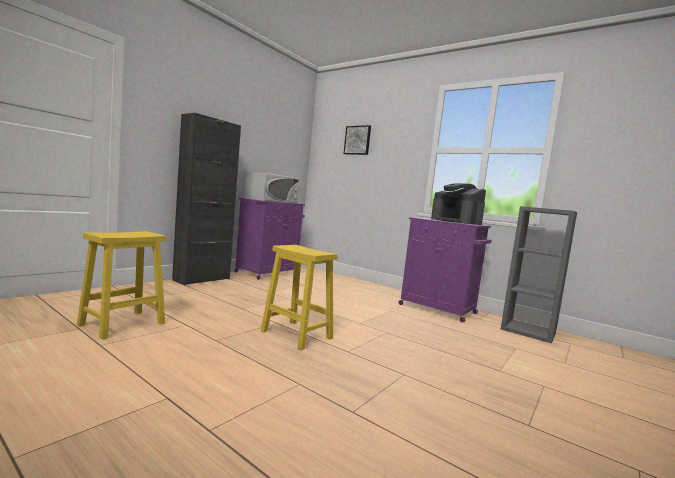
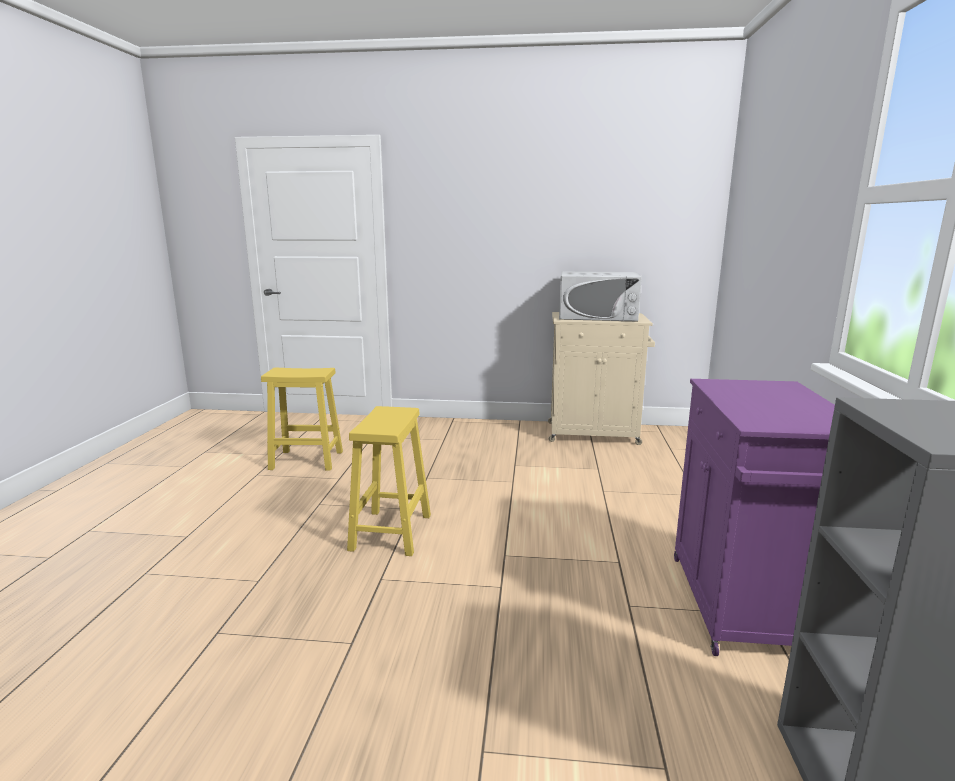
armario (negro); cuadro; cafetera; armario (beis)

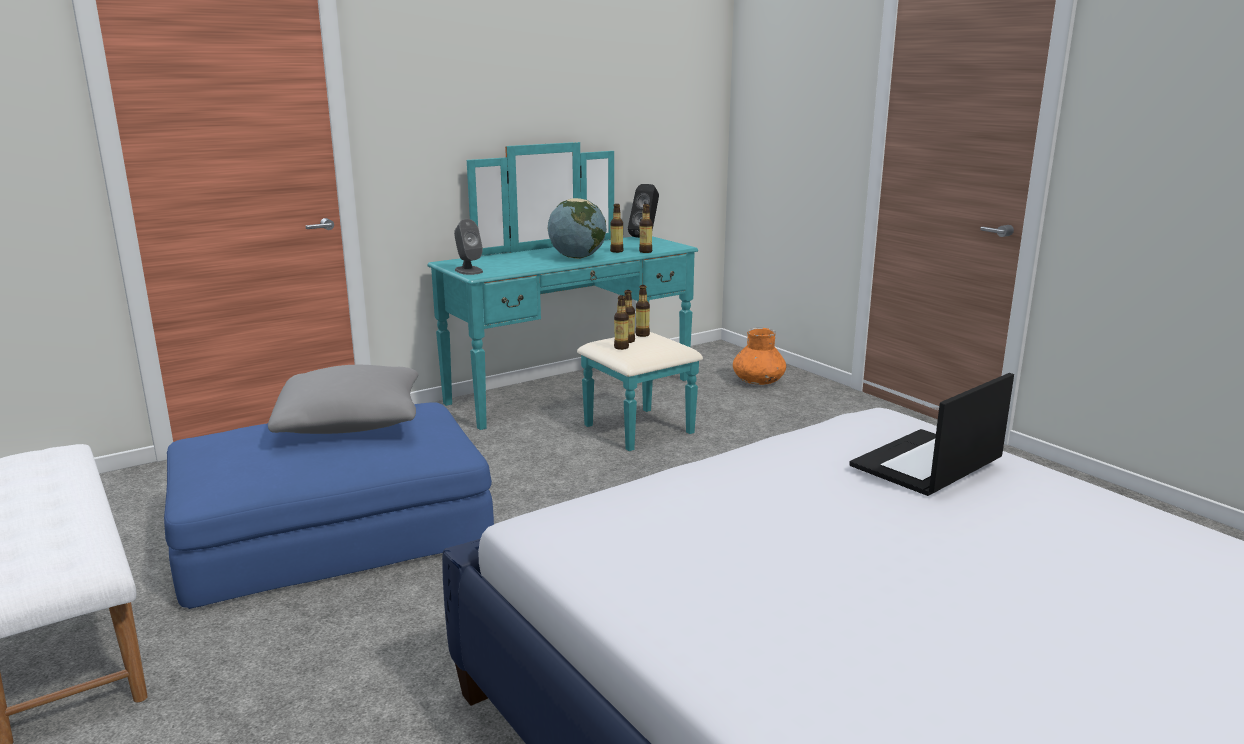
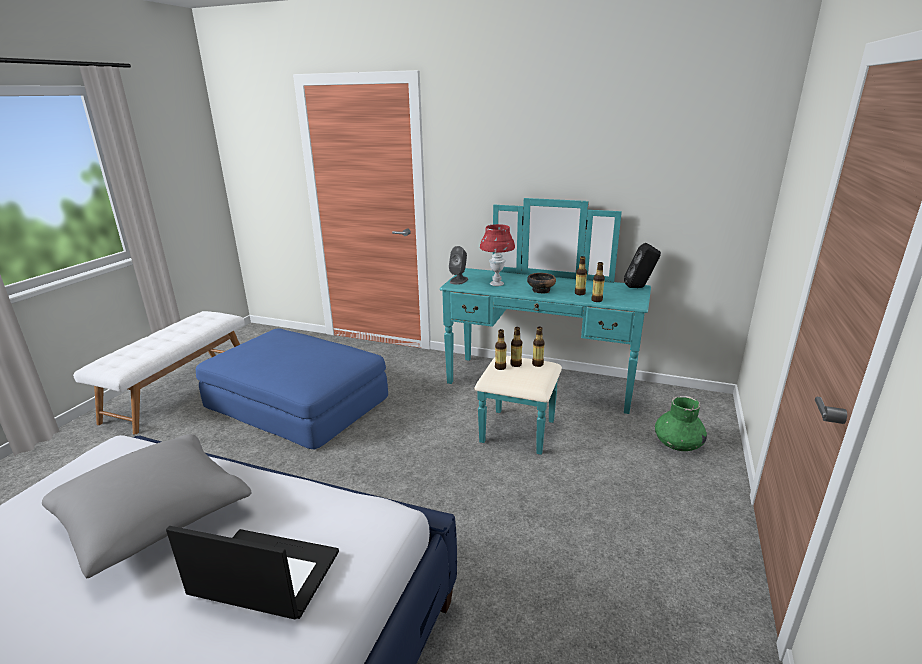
lámpara de mesa (rojo); cojín (gris); cuenco; florero (verde)

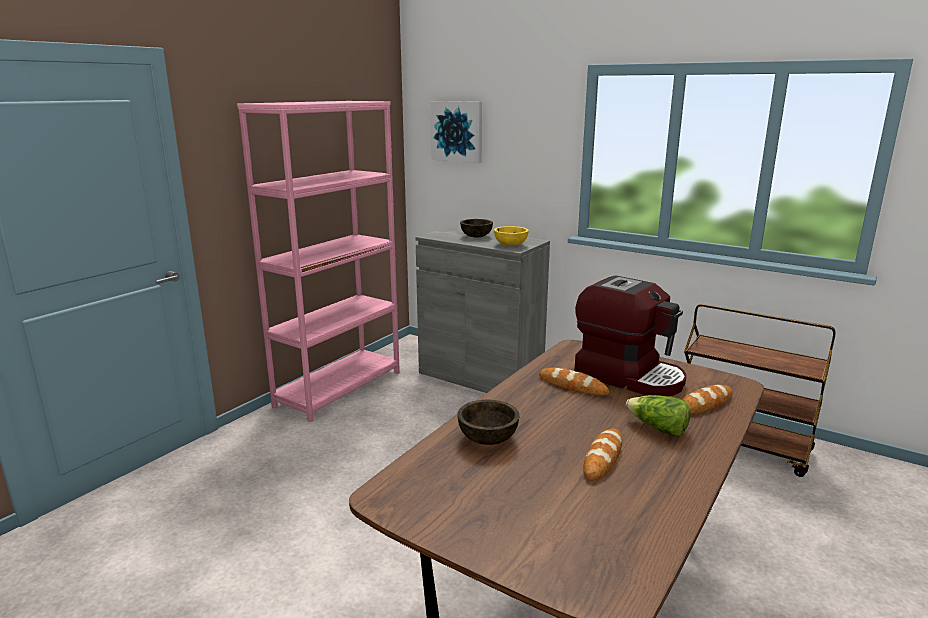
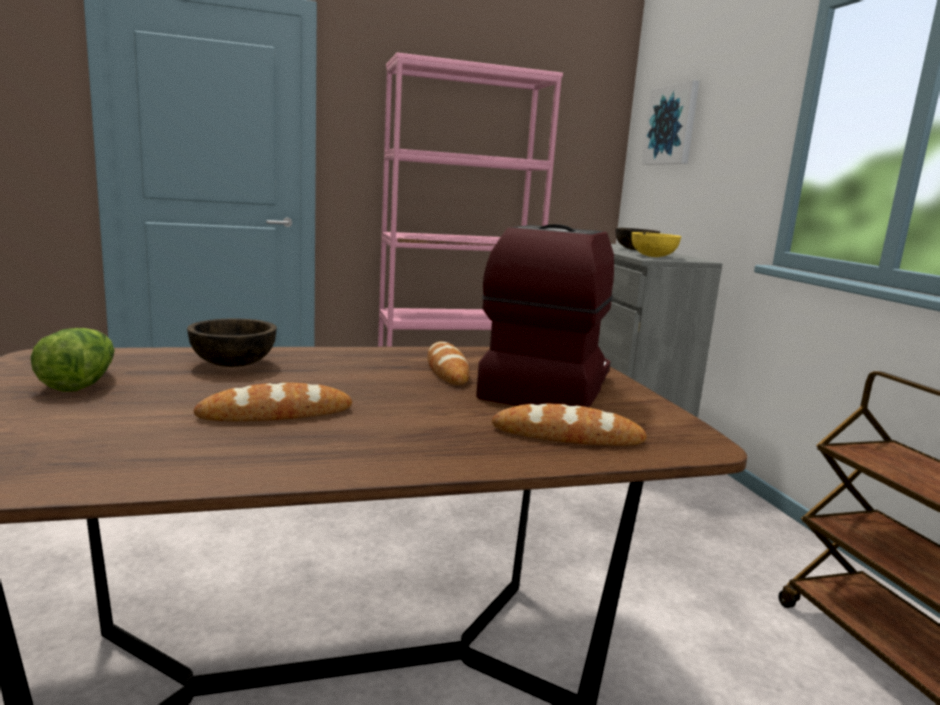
lechuga; cafetera

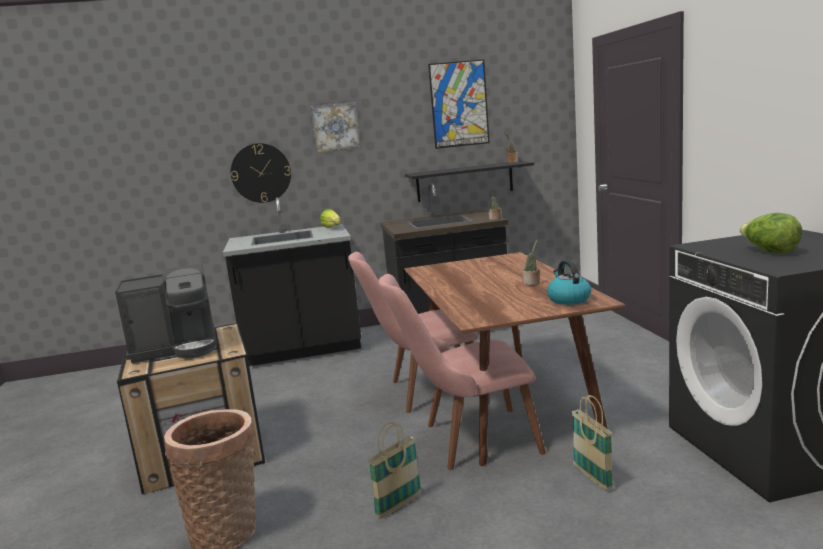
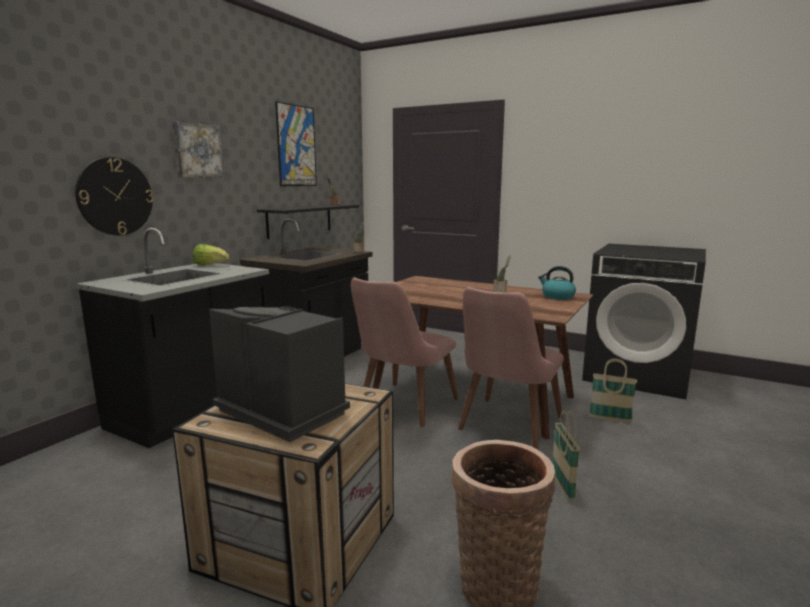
lechuga (2nd from left in the first image); cafetera

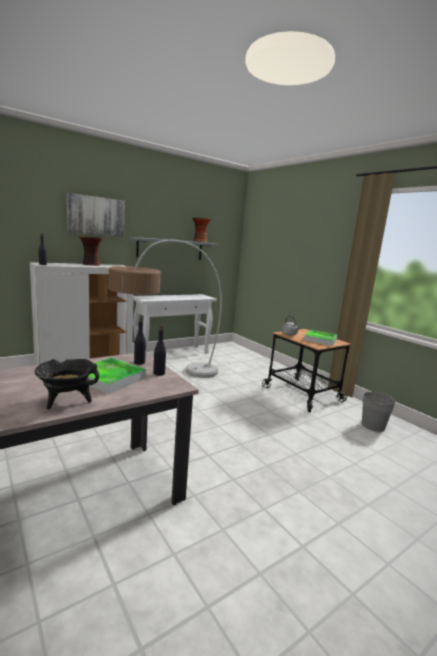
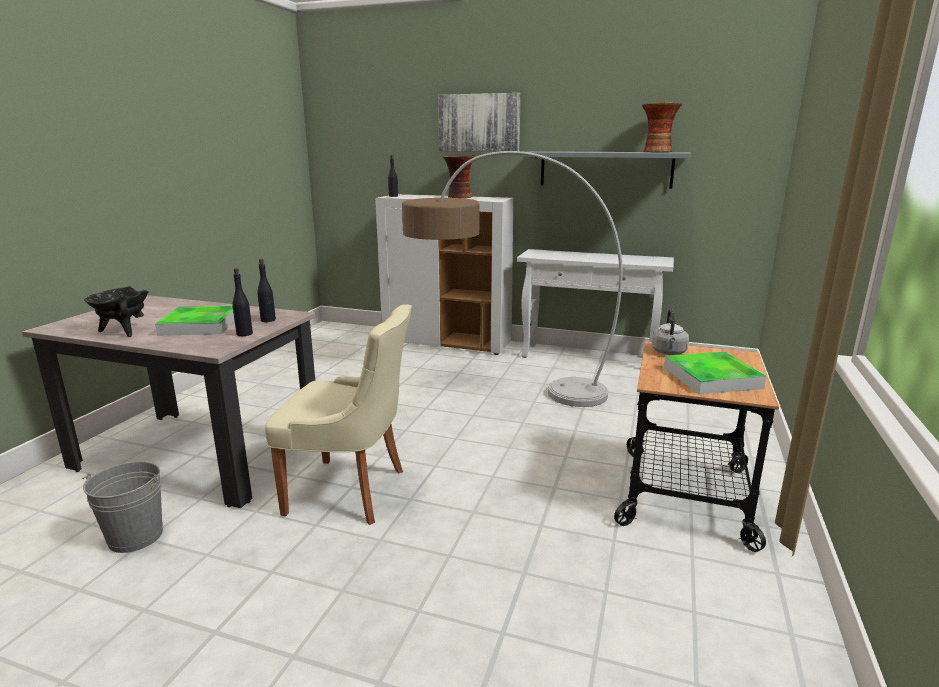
silla (beis); cubo (gris)

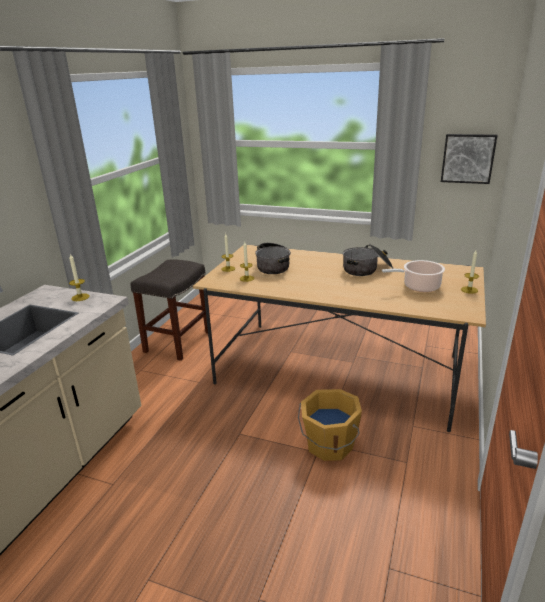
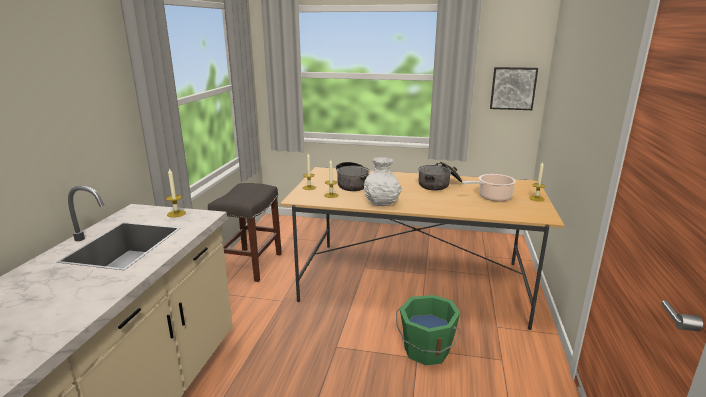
florero (blanco); cubo (verde)

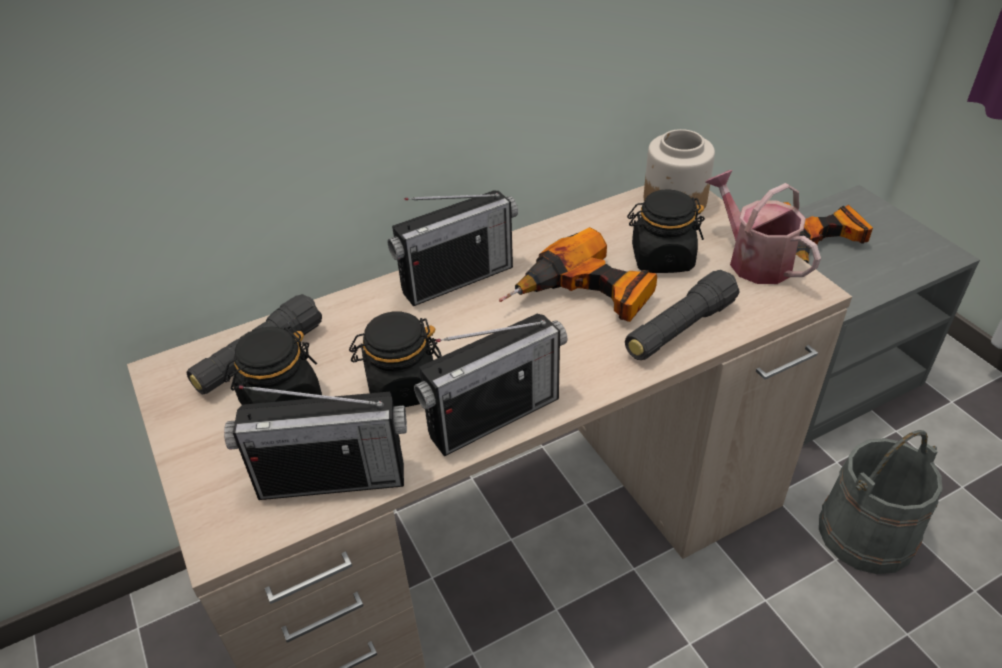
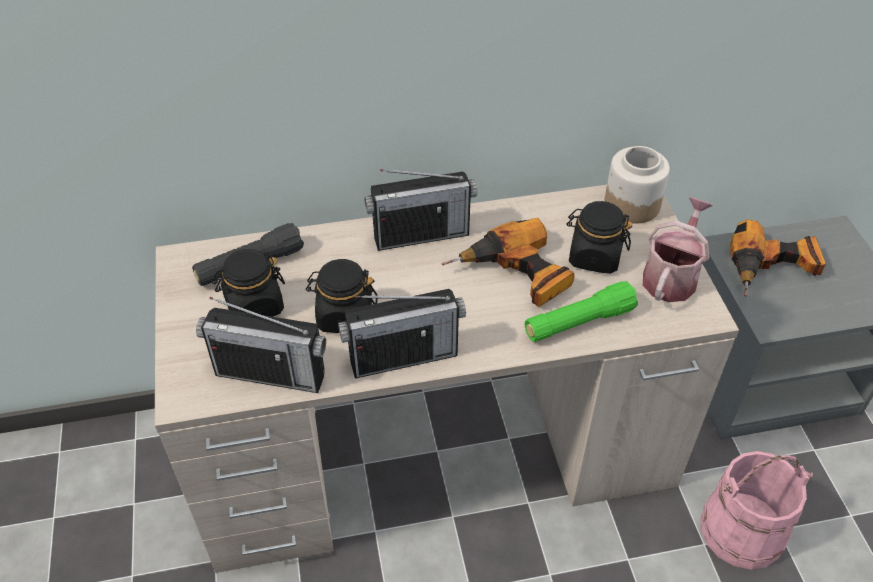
linterna (verde); cubo (rosa); regadera

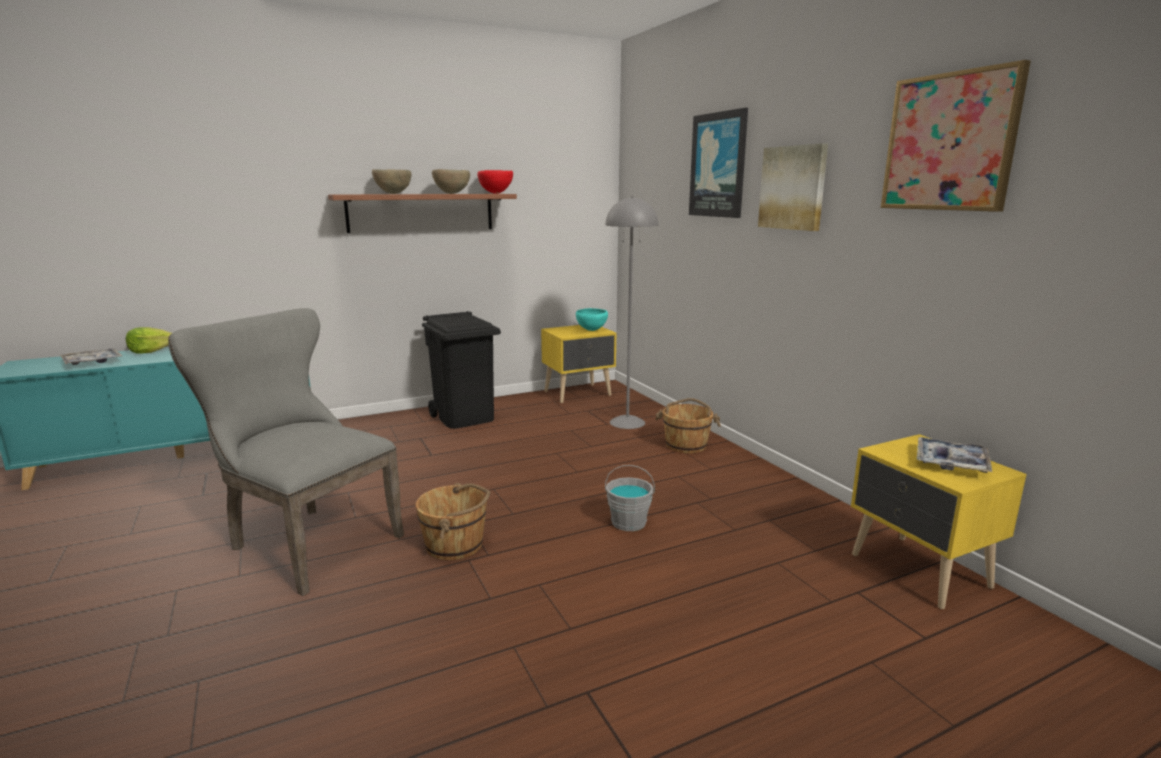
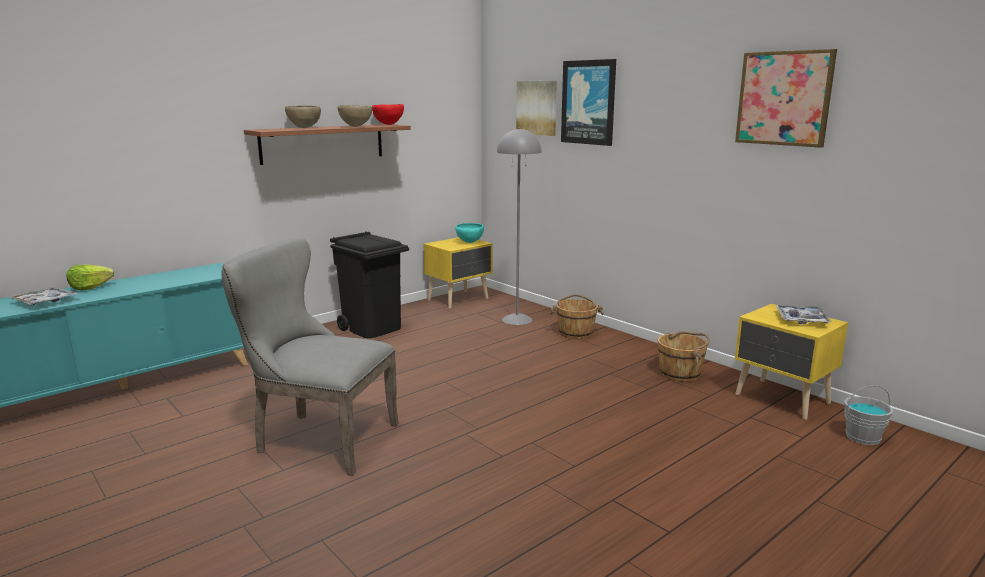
cubo (marrón) (2nd from left); cubo (gris); cuadro (1st from left)

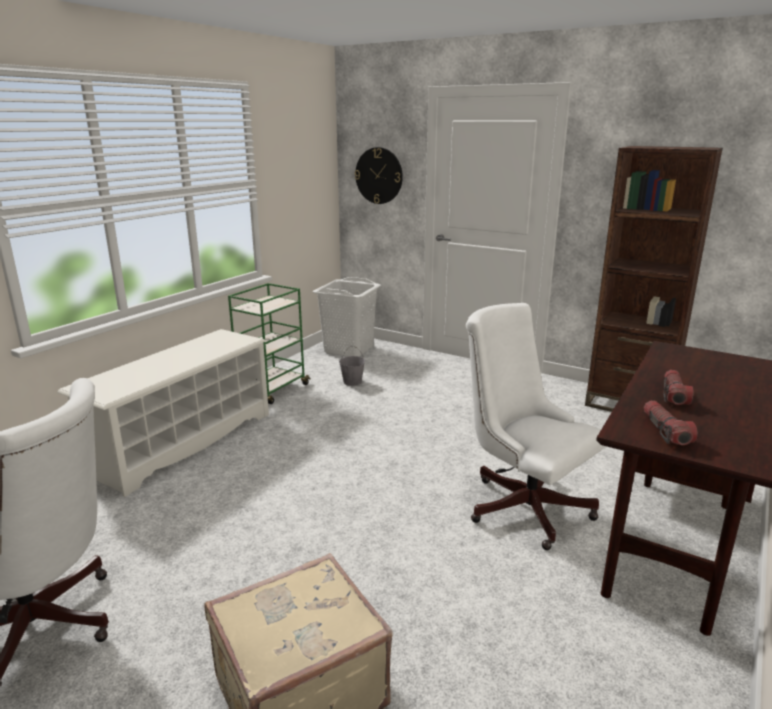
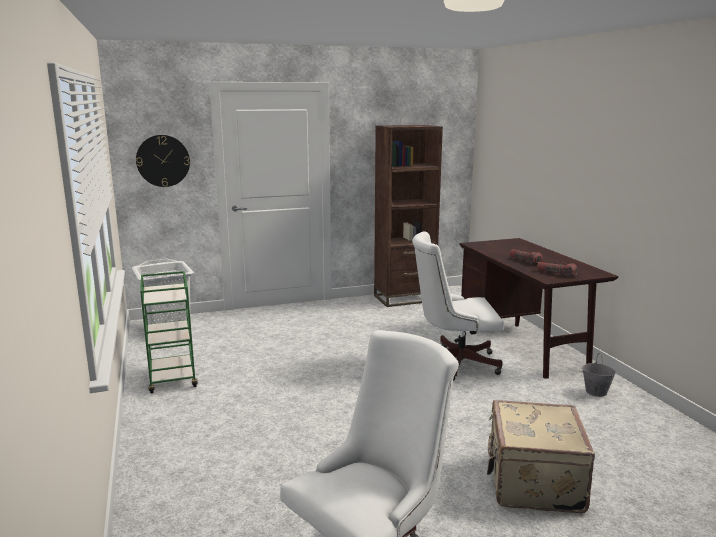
zapatero (blanco); cubo (gris)

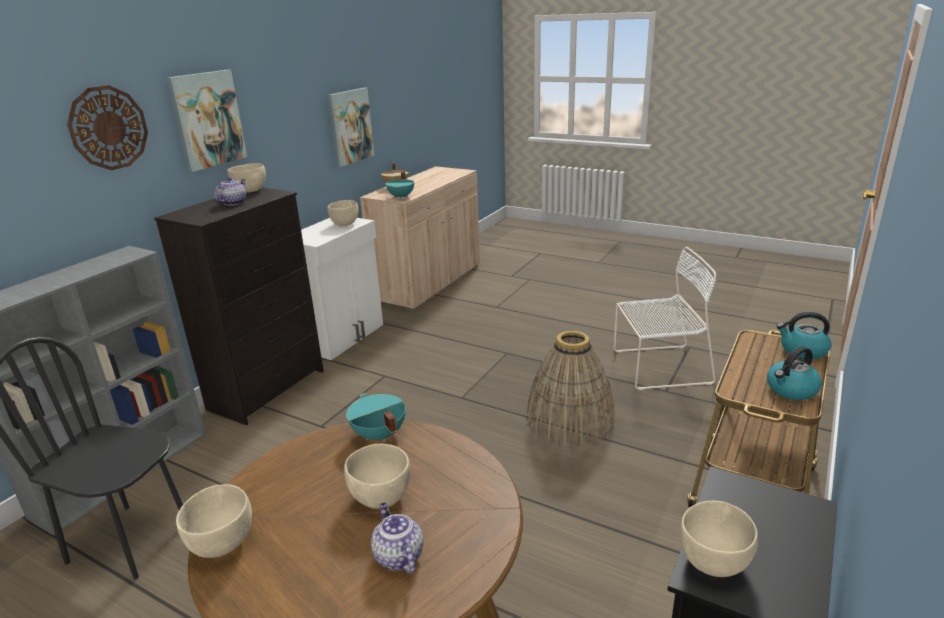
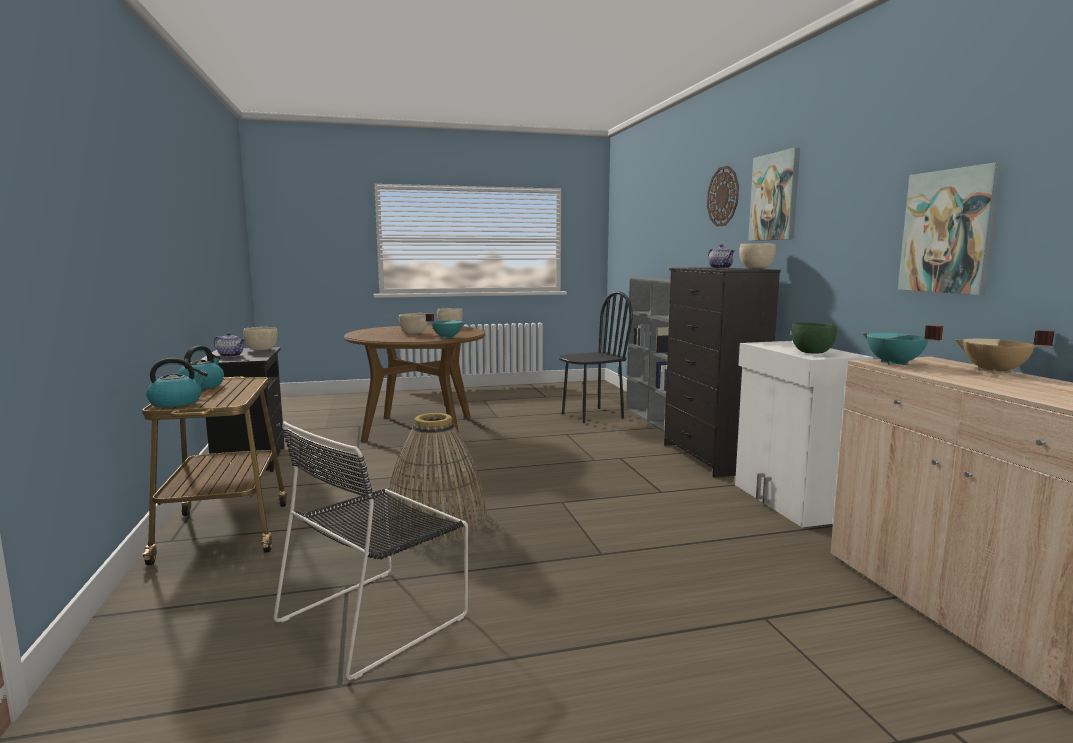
tetera (1st from left); cuenco (verde); silla (negro) (1st from left)

